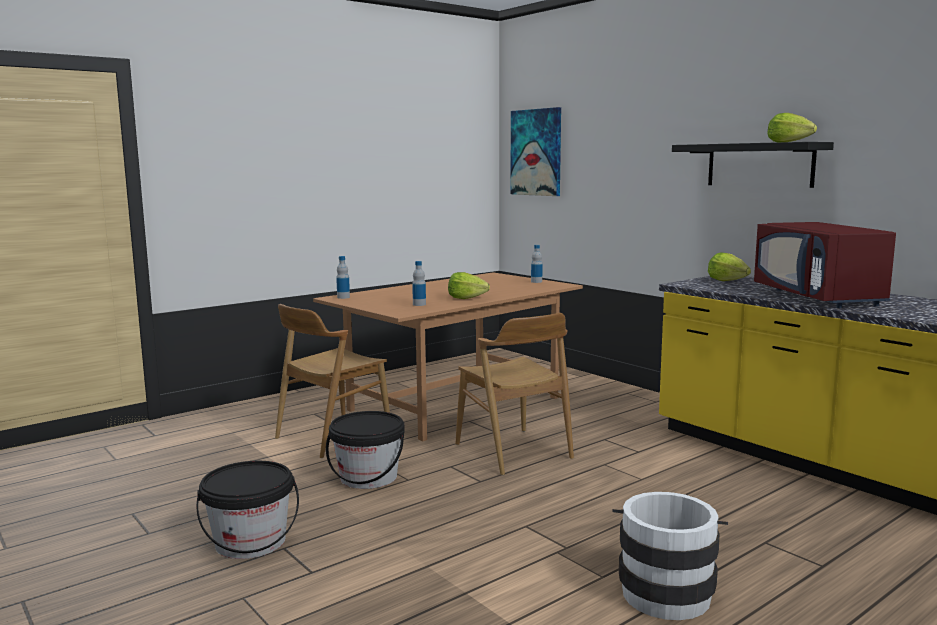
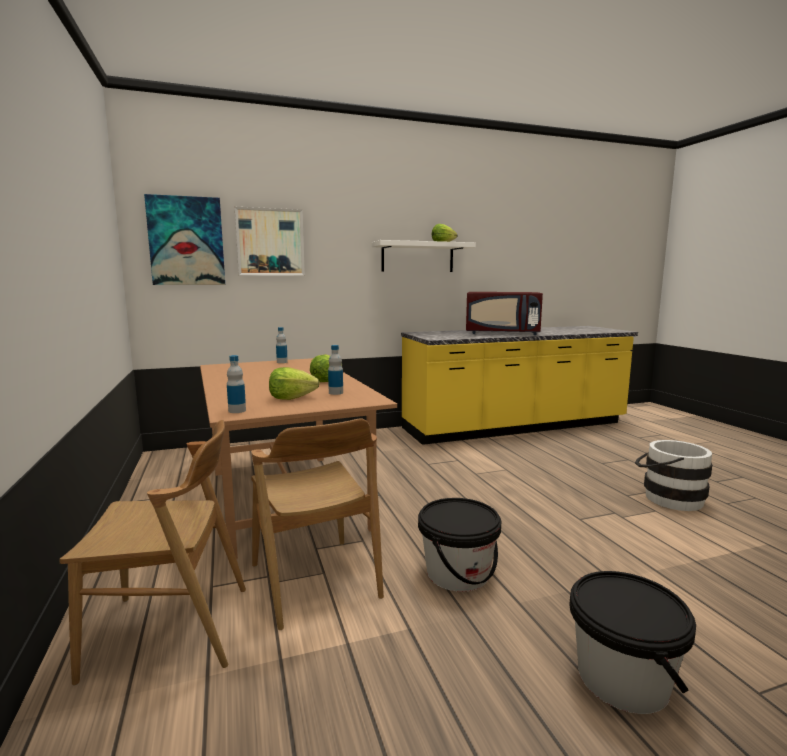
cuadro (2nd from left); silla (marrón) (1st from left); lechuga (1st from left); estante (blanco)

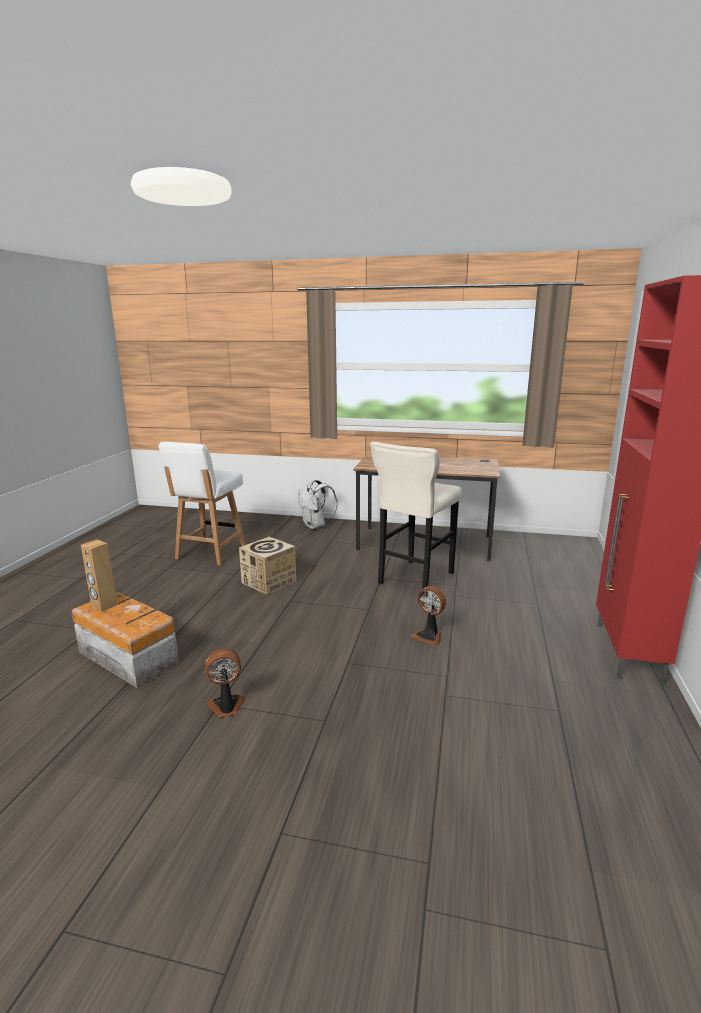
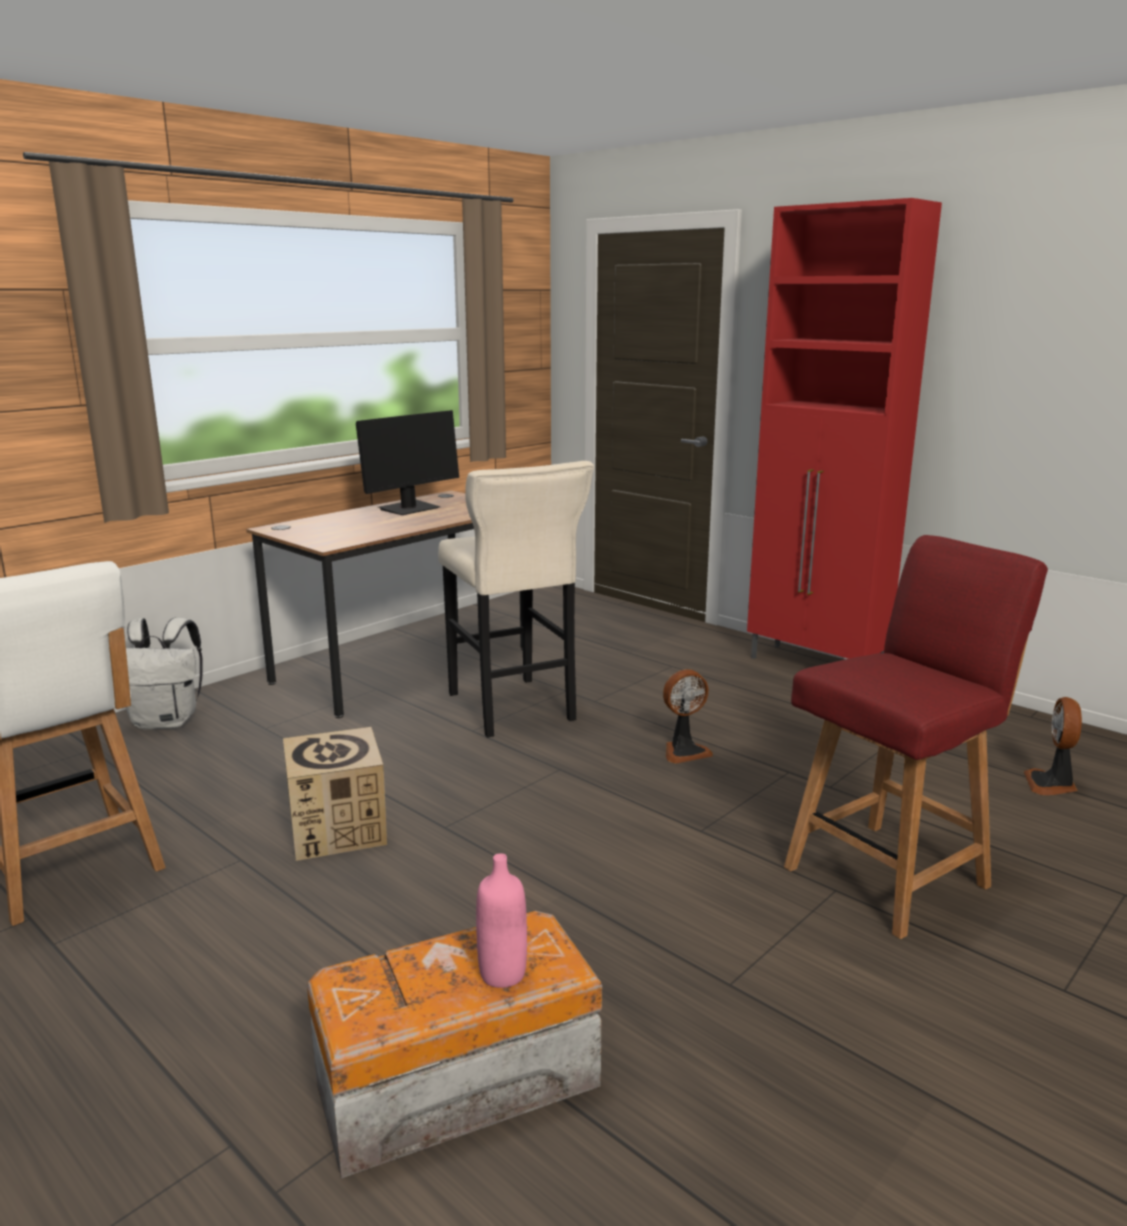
altavoz (marrón); monitor; botella (rosa); silla (rojo); ventilador (2nd from left)

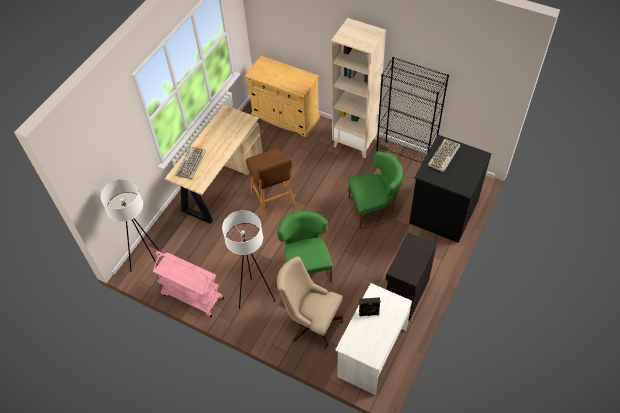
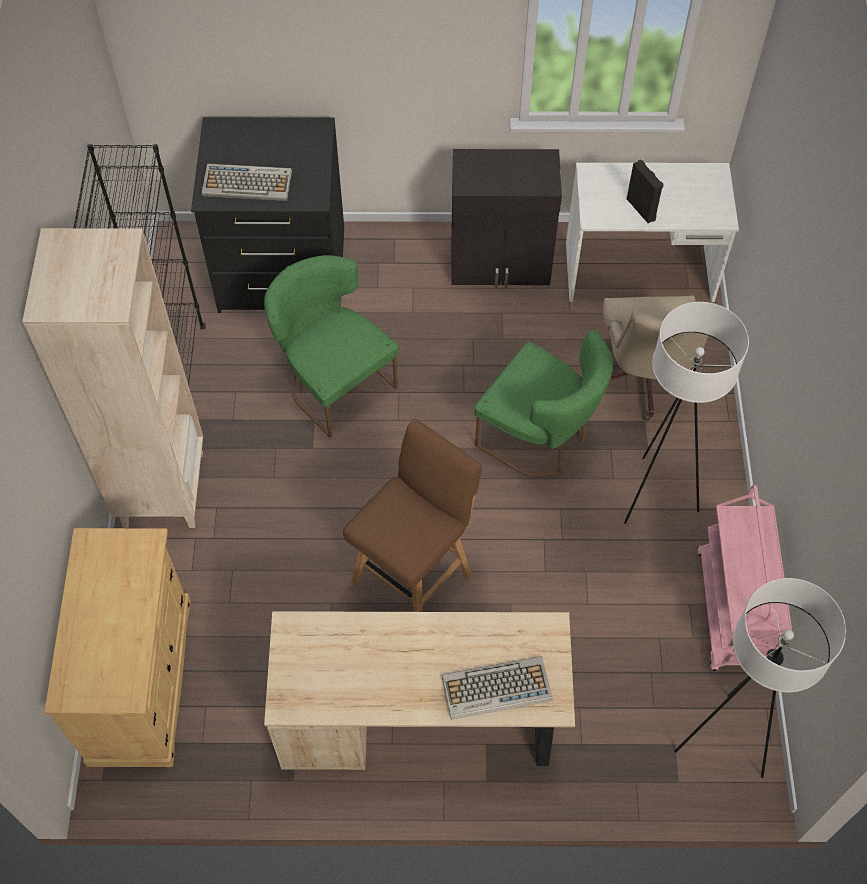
silla (verde) (2nd from left)

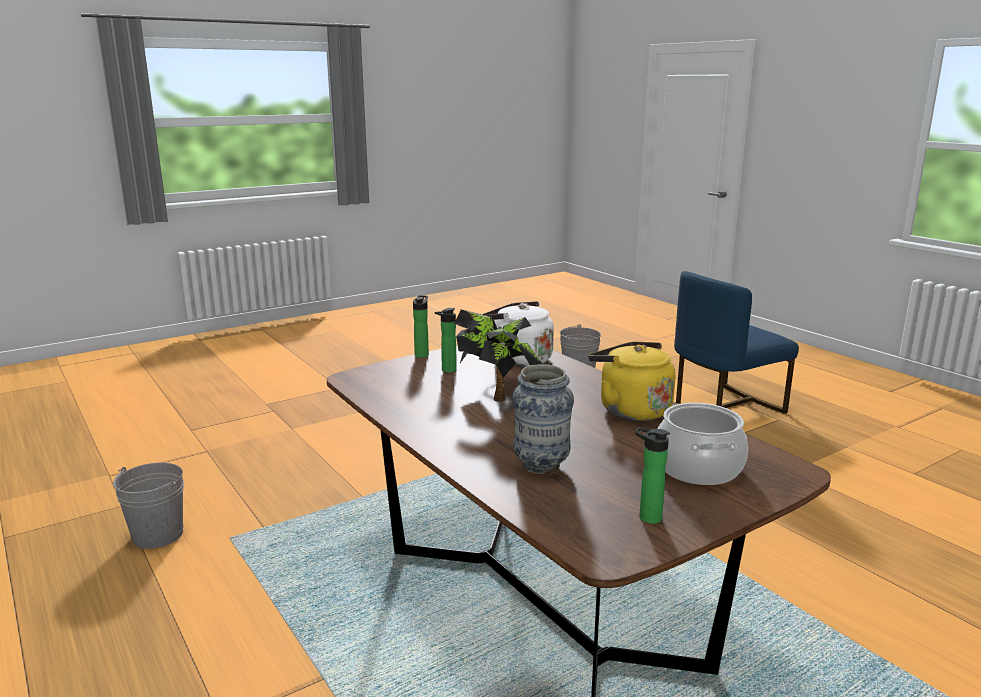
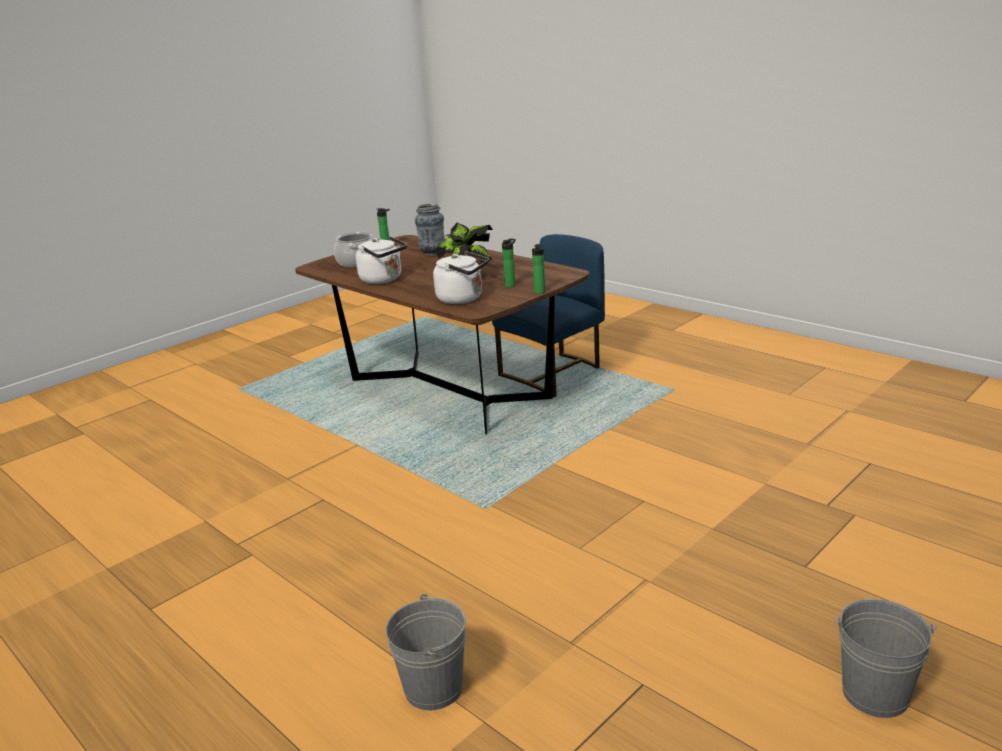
cubo (gris) (2nd from left); silla (azul); hervidor (blanco) (1st from left)

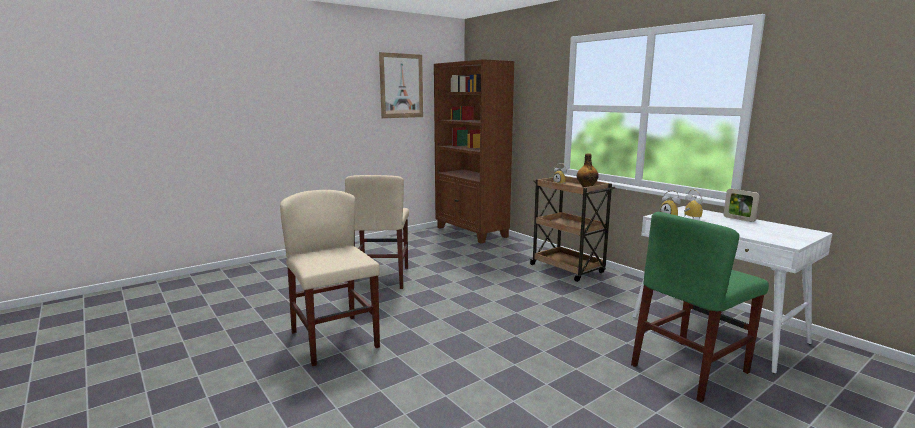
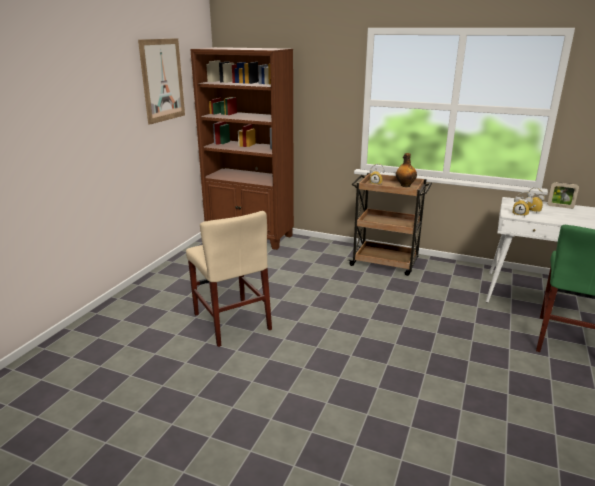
silla (beis) (1st from left in the first image)

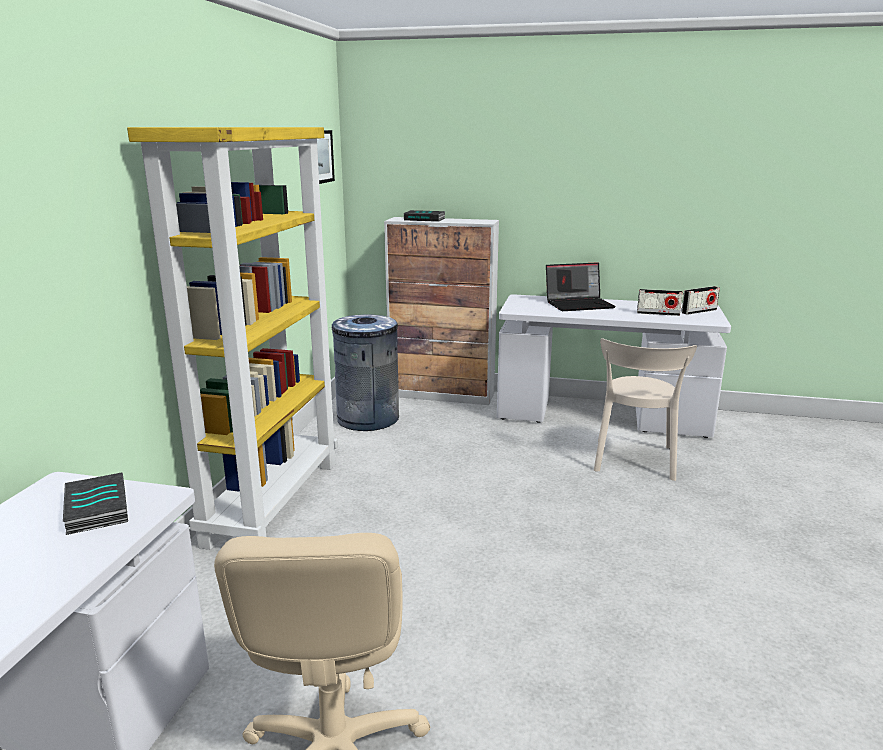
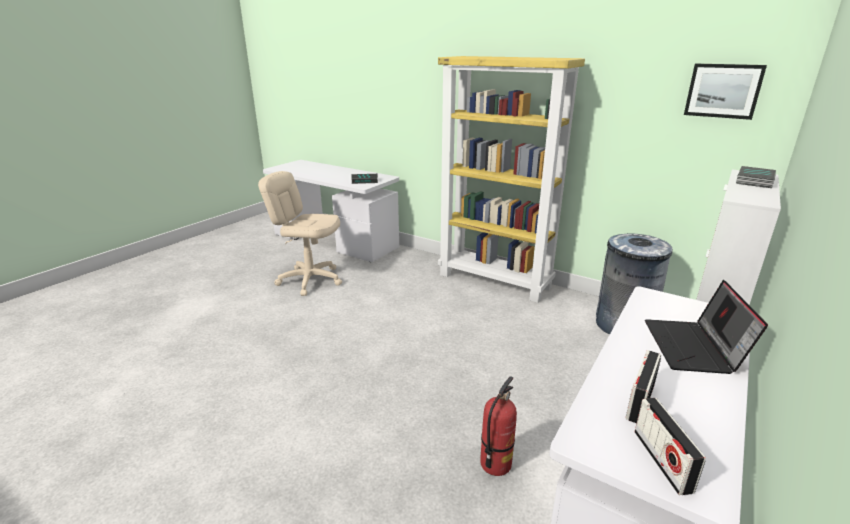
extintor

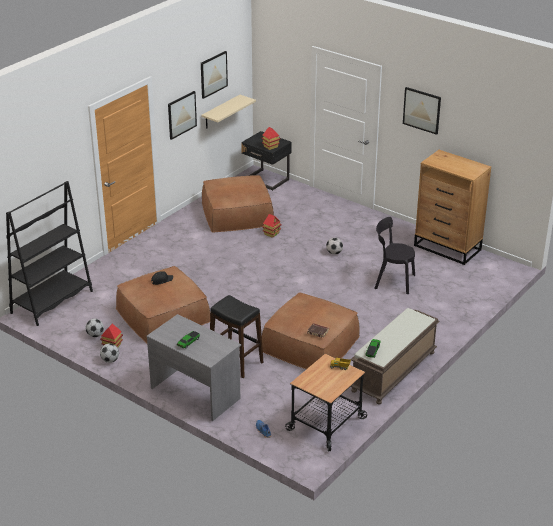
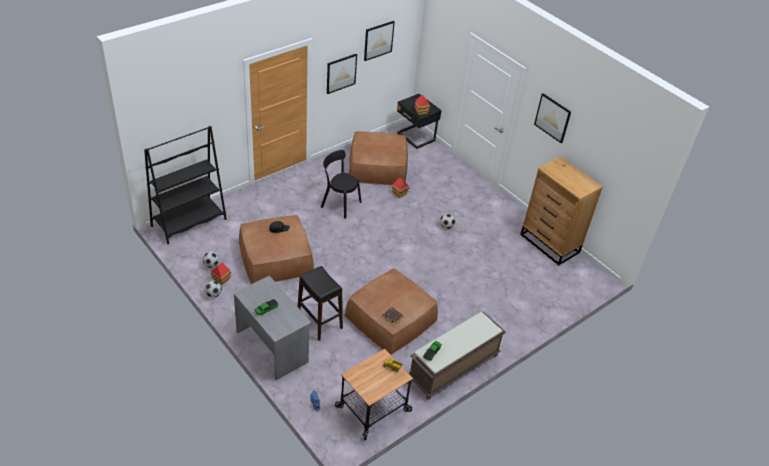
estante (beis); silla (negro)

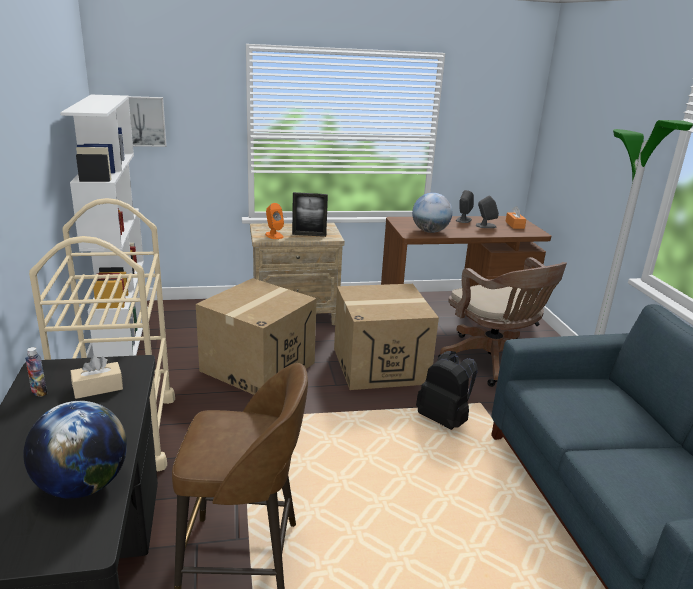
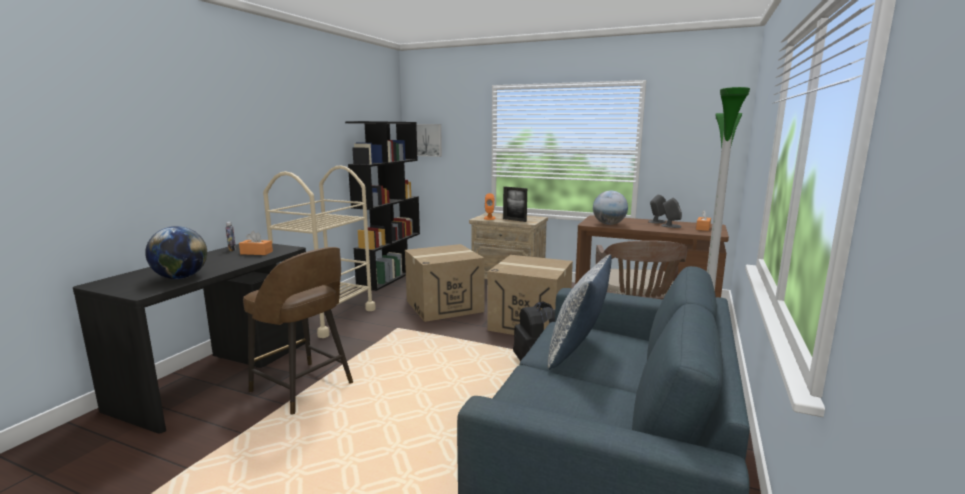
cojín; estantería (negro); caja de pañuelos (naranja) (1st from left)

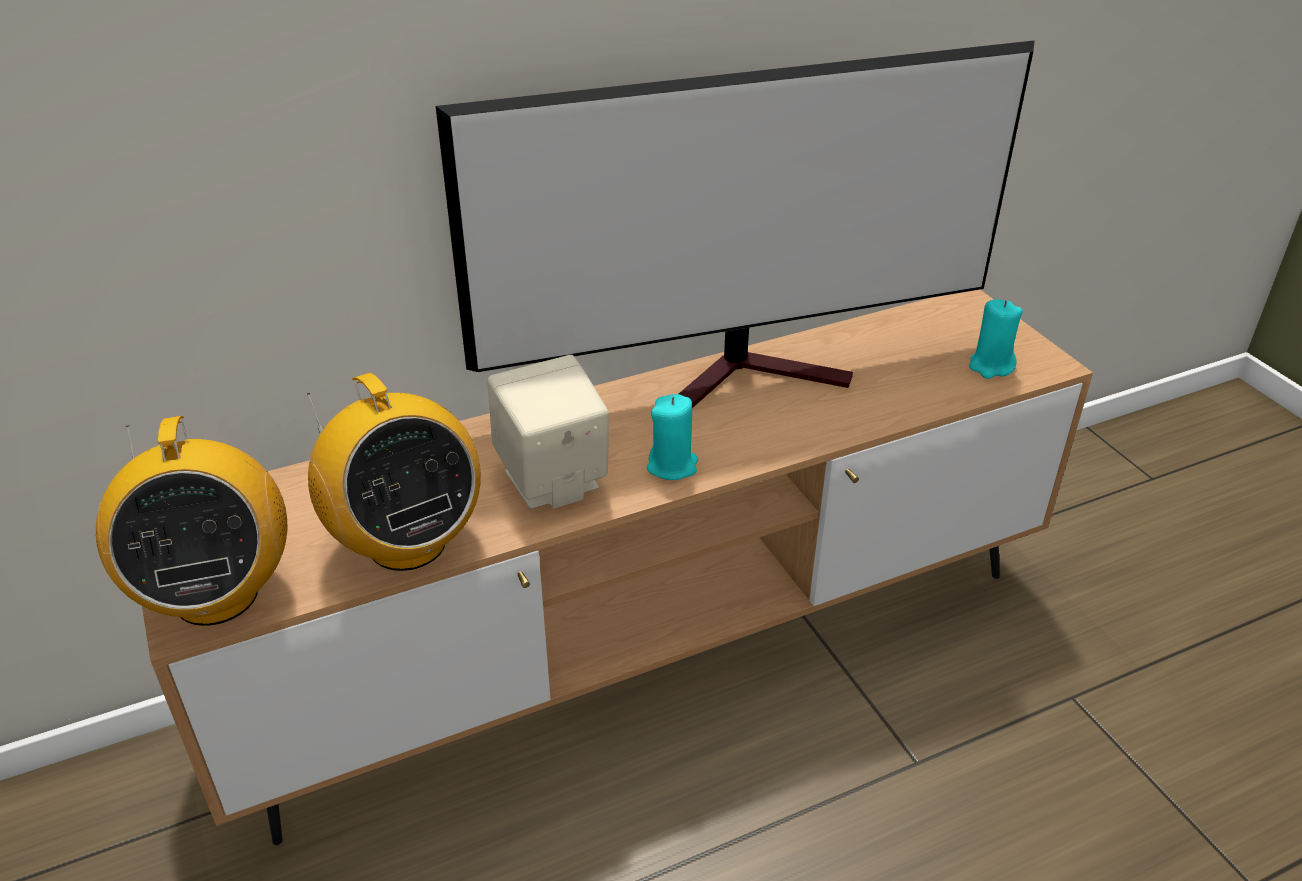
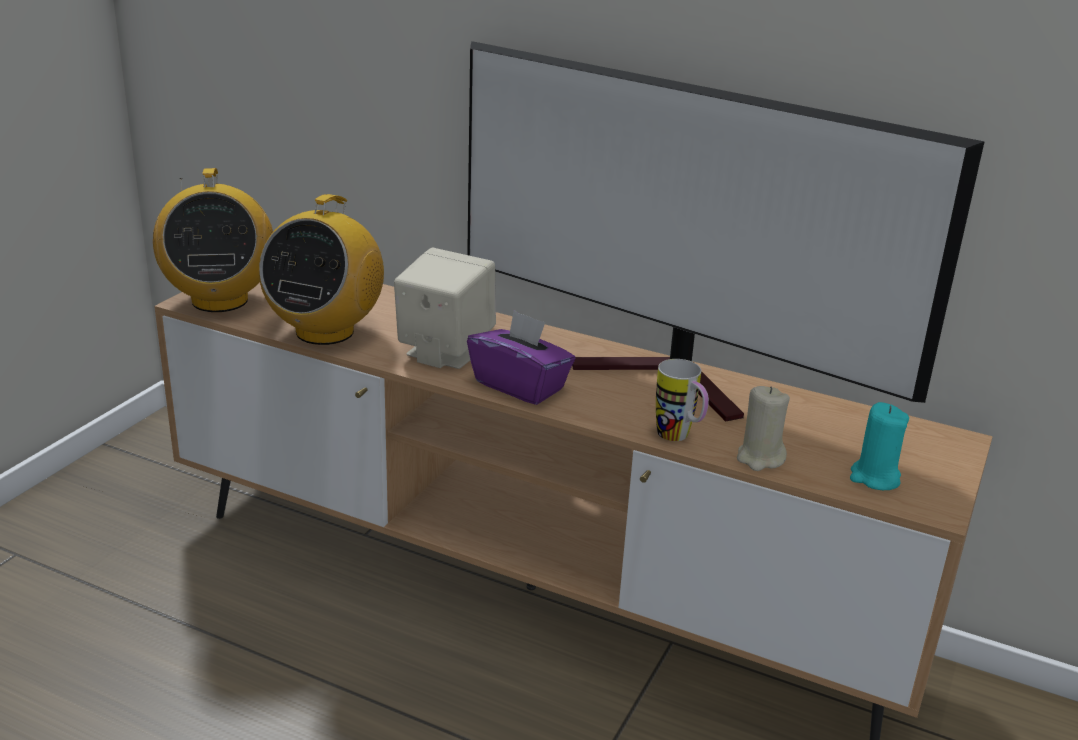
taza grande; vela (beis); caja de pañuelos (morado); radio (1st from left)

